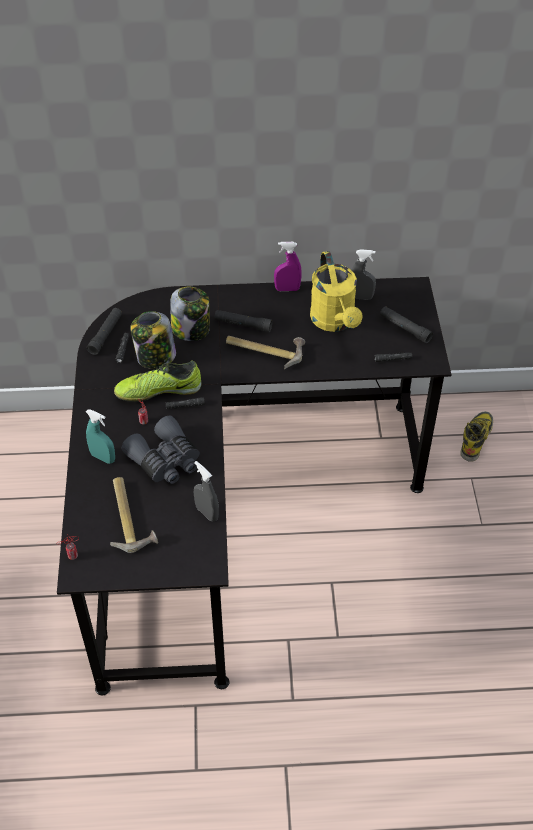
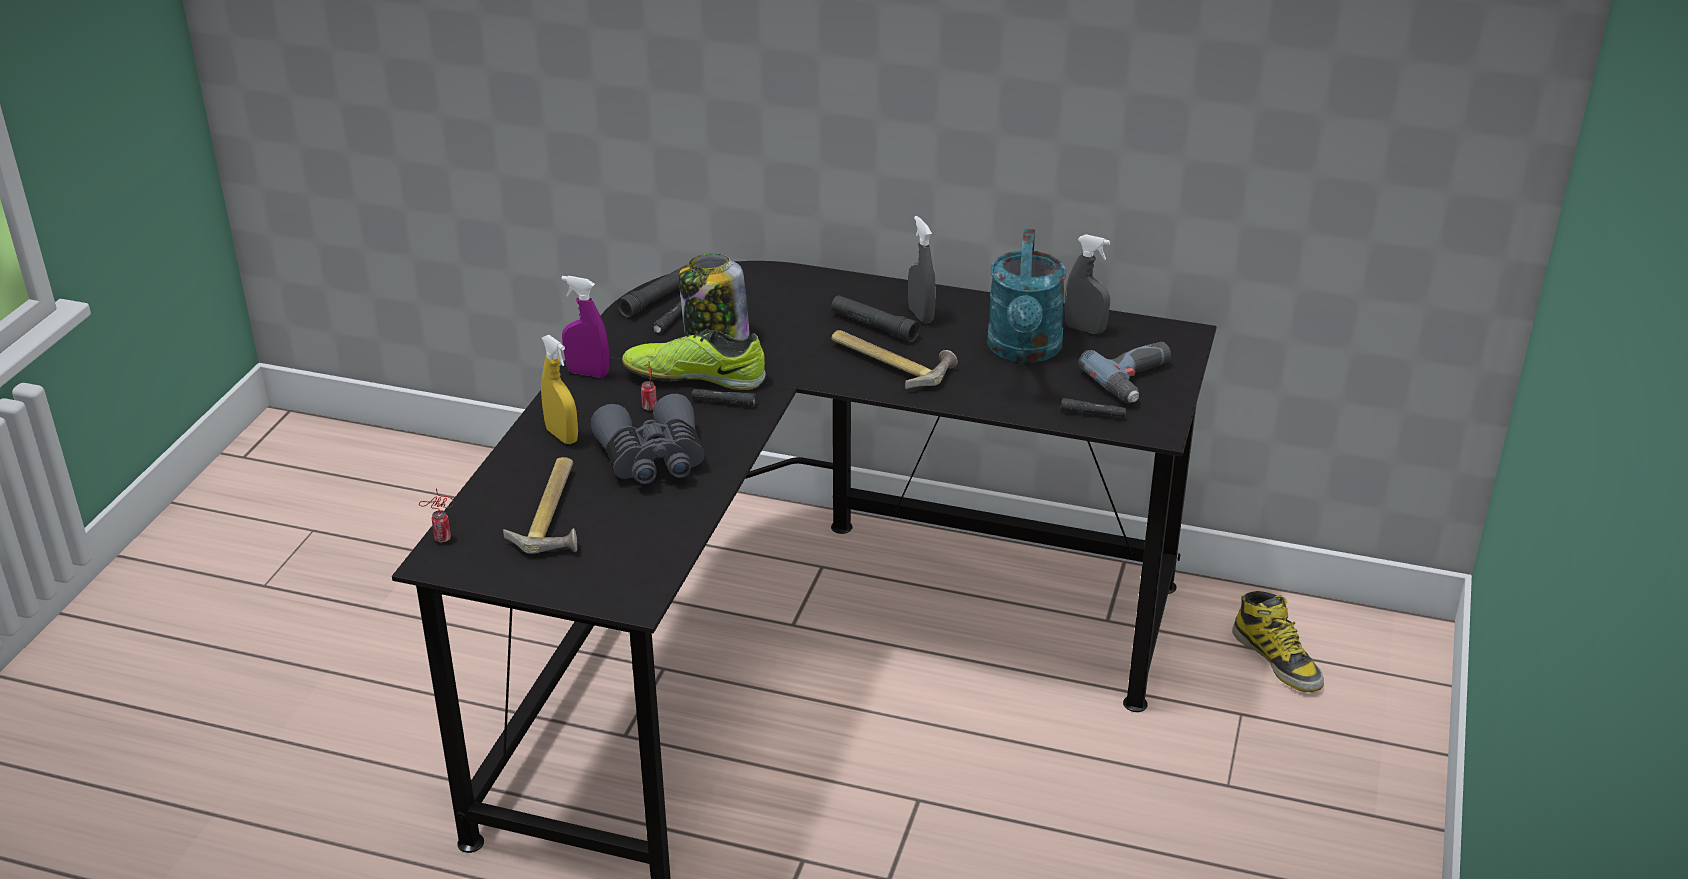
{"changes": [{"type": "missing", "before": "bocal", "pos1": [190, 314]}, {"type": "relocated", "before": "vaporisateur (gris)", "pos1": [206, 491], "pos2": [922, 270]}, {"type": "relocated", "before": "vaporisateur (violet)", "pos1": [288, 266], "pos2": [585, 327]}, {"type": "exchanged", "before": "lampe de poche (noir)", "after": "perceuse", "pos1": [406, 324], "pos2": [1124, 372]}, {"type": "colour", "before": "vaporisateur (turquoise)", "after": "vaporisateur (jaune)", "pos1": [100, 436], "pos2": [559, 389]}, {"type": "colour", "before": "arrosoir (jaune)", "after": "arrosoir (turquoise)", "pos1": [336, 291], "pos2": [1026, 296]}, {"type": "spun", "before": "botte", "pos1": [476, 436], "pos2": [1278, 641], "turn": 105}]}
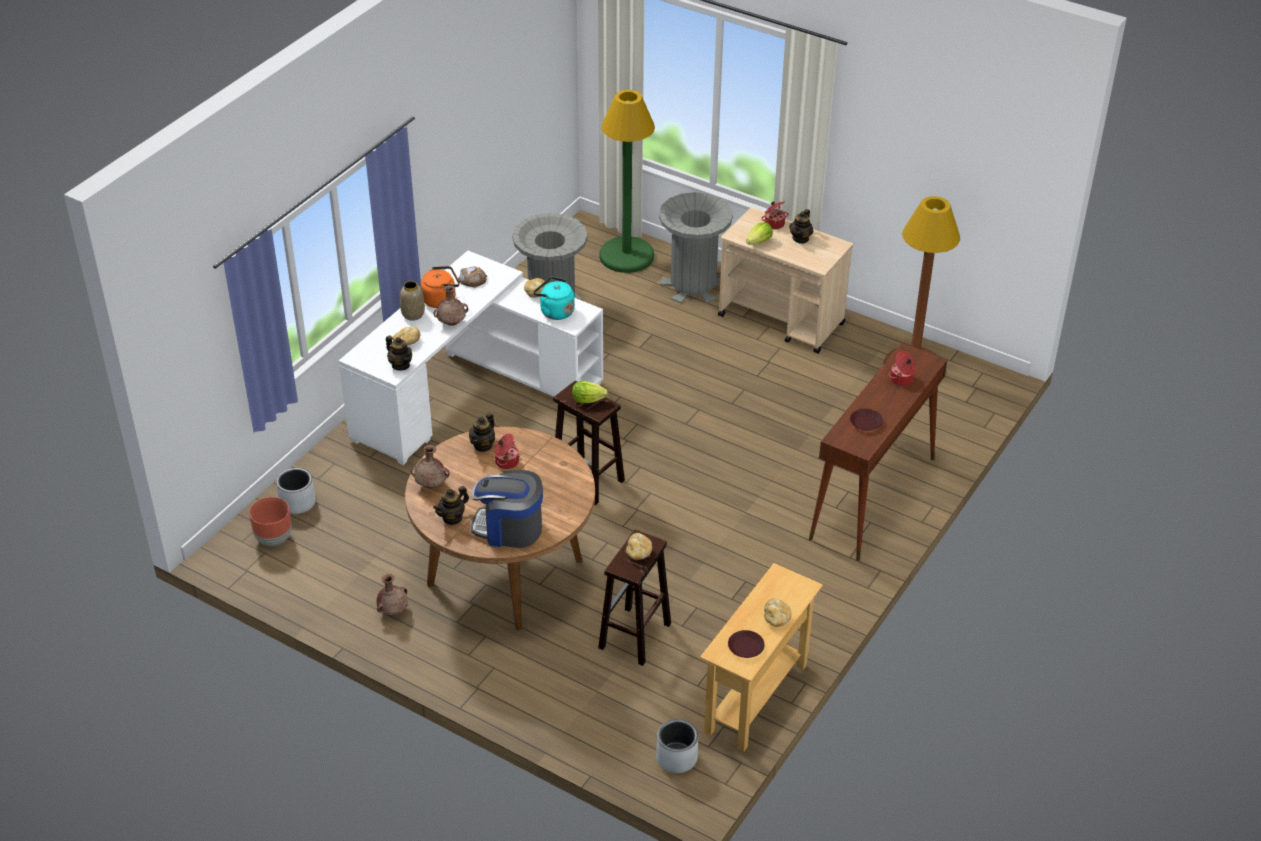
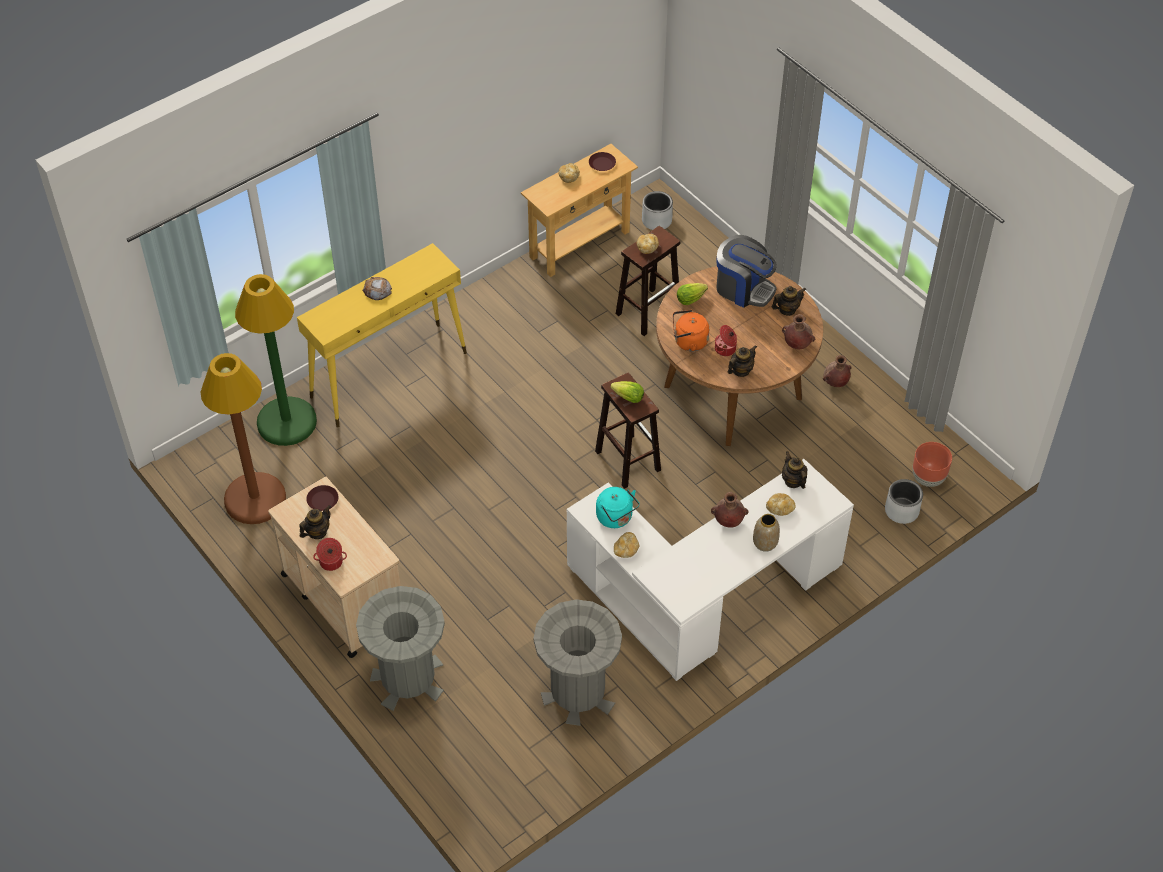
{"changes": [{"type": "missing", "before": "marmite", "pos1": [903, 368]}, {"type": "relocated", "before": "bouilloire (orange)", "pos1": [440, 287], "pos2": [691, 330]}, {"type": "relocated", "before": "pain", "pos1": [472, 277], "pos2": [377, 288]}, {"type": "relocated", "before": "lampadaire (vert)", "pos1": [627, 181], "pos2": [276, 360]}, {"type": "relocated", "before": "laitue", "pos1": [759, 233], "pos2": [692, 294]}, {"type": "relocated", "before": "assiette (marron)", "pos1": [866, 420], "pos2": [322, 498]}, {"type": "colour", "before": "table console (marron)", "after": "table console (jaune)", "pos1": [878, 452], "pos2": [382, 335]}]}
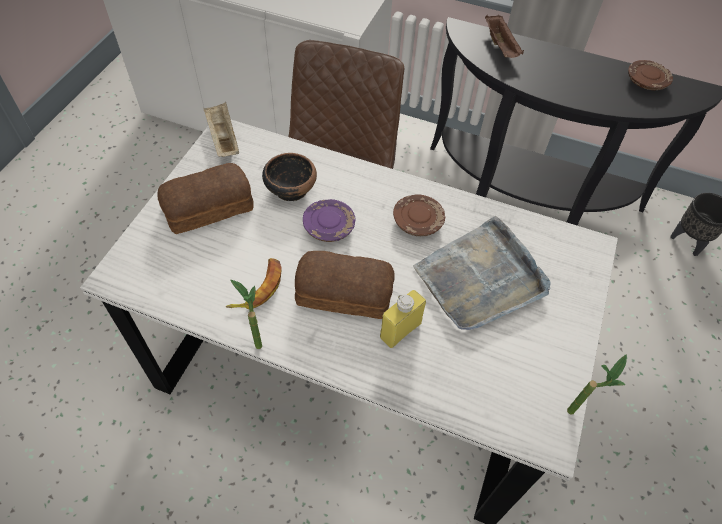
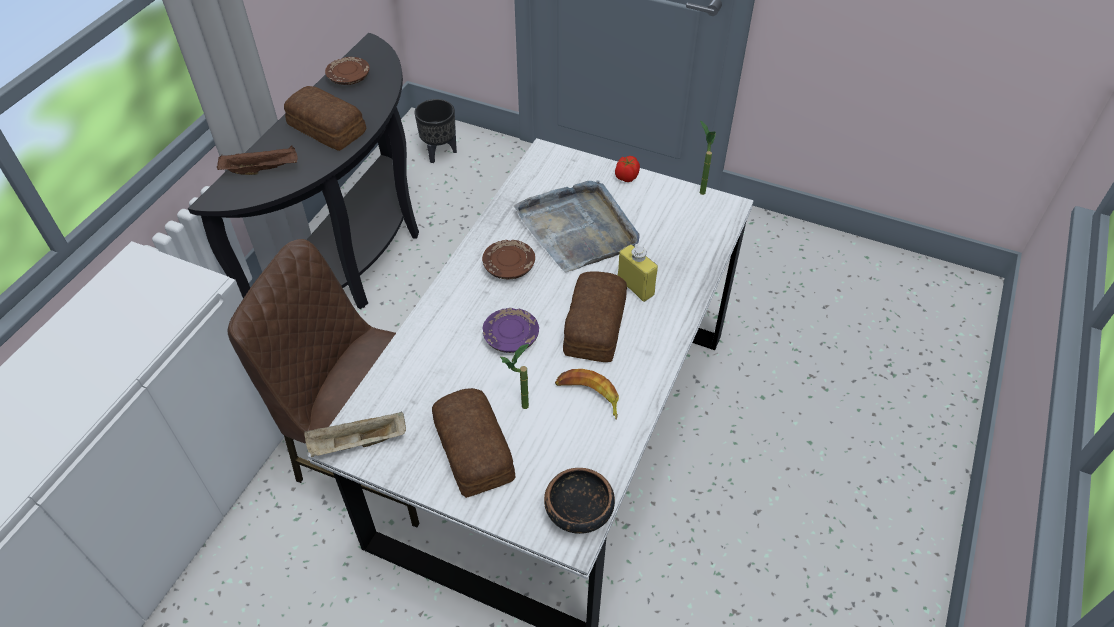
{"changes": [{"type": "appeared", "after": "pain", "pos2": [325, 118]}, {"type": "appeared", "after": "tomate", "pos2": [627, 169]}, {"type": "relocated", "before": "plante en pot", "pos1": [246, 314], "pos2": [514, 376]}, {"type": "relocated", "before": "bol", "pos1": [289, 177], "pos2": [579, 501]}]}
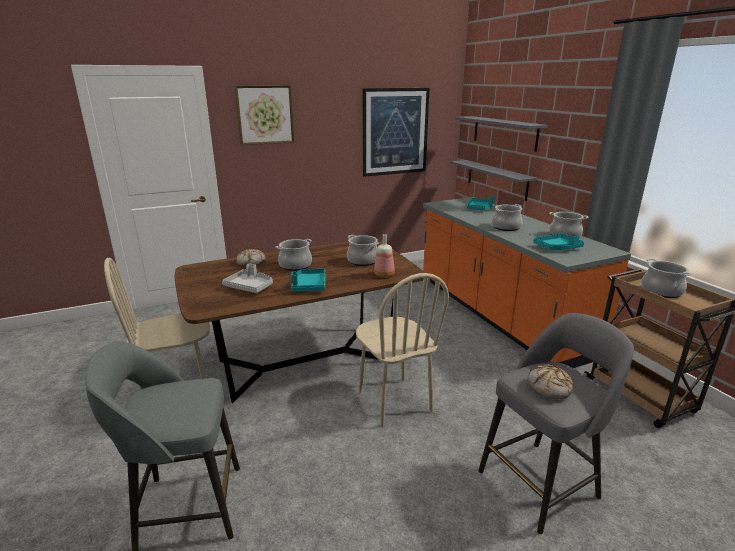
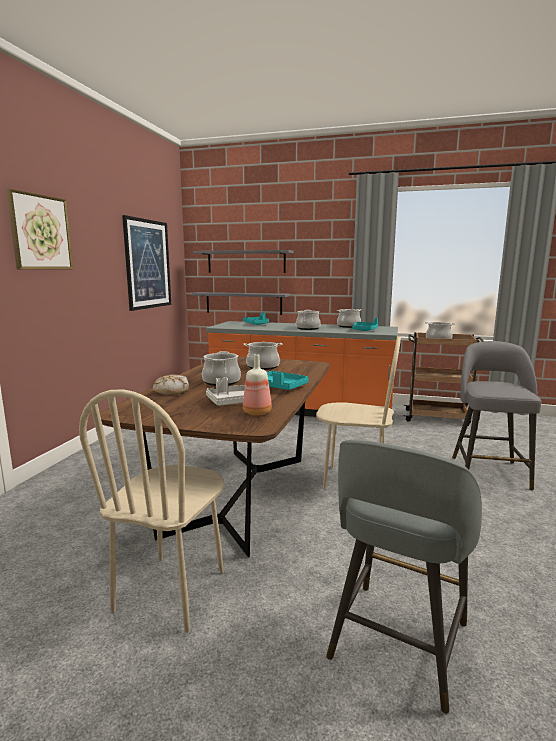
{"changes": [{"type": "missing", "before": "pain", "pos1": [550, 382]}, {"type": "relocated", "before": "bouteille", "pos1": [384, 256], "pos2": [257, 384]}]}
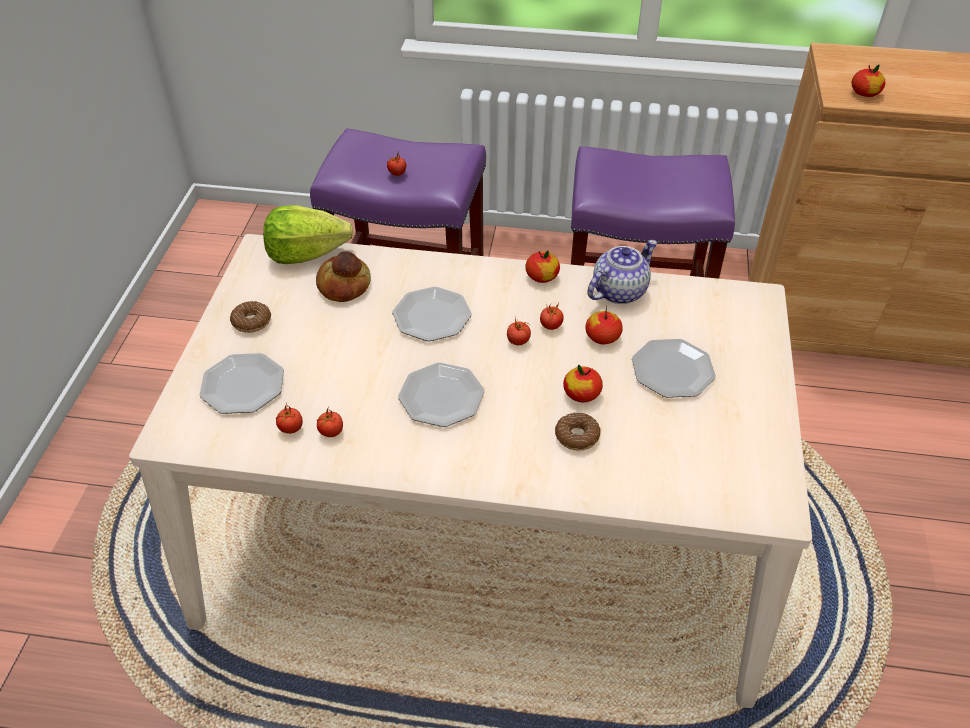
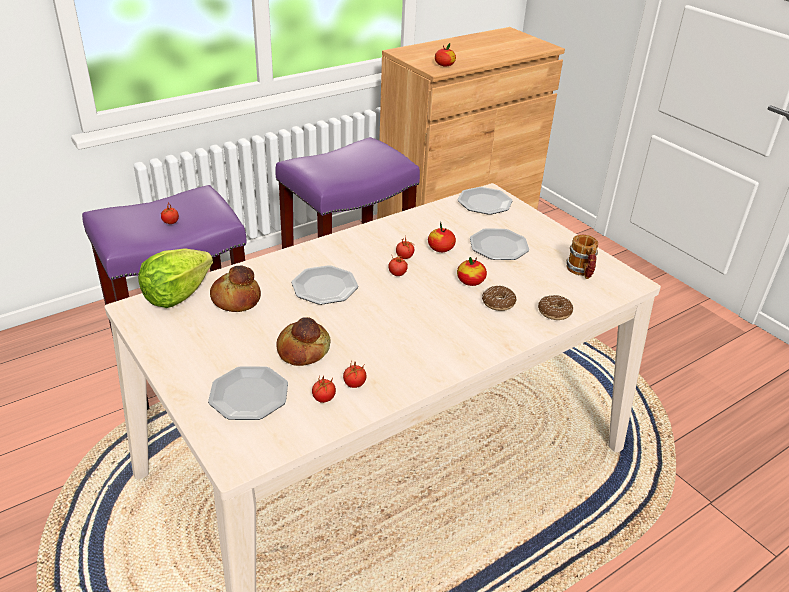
{"changes": [{"type": "missing", "before": "pomme", "pos1": [542, 267]}, {"type": "missing", "before": "théière", "pos1": [622, 272]}, {"type": "appeared", "after": "pain", "pos2": [303, 341]}, {"type": "appeared", "after": "mug", "pos2": [582, 257]}, {"type": "relocated", "before": "beignet", "pos1": [250, 317], "pos2": [555, 307]}, {"type": "relocated", "before": "assiette", "pos1": [441, 395], "pos2": [485, 201]}]}
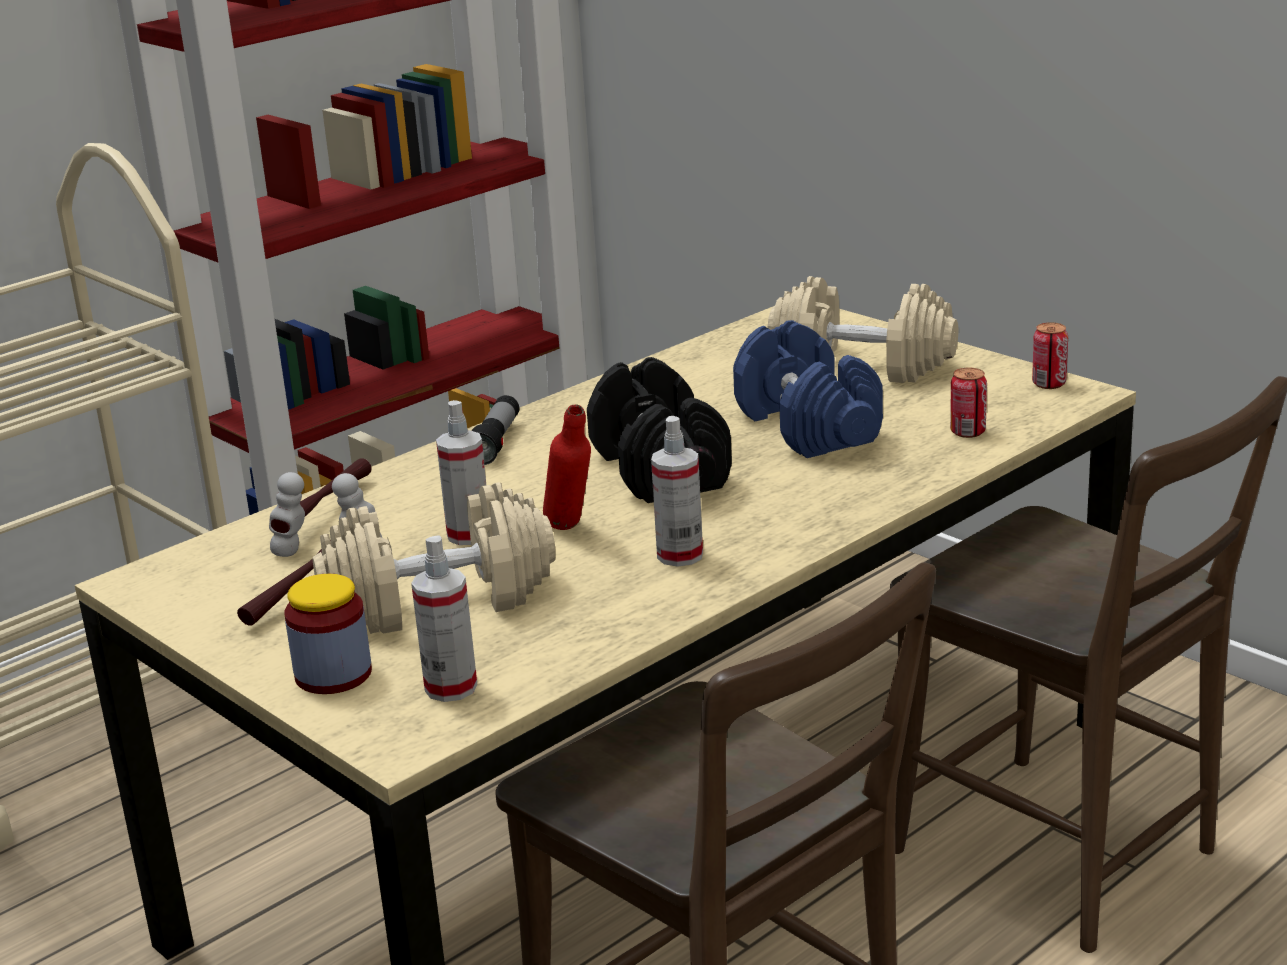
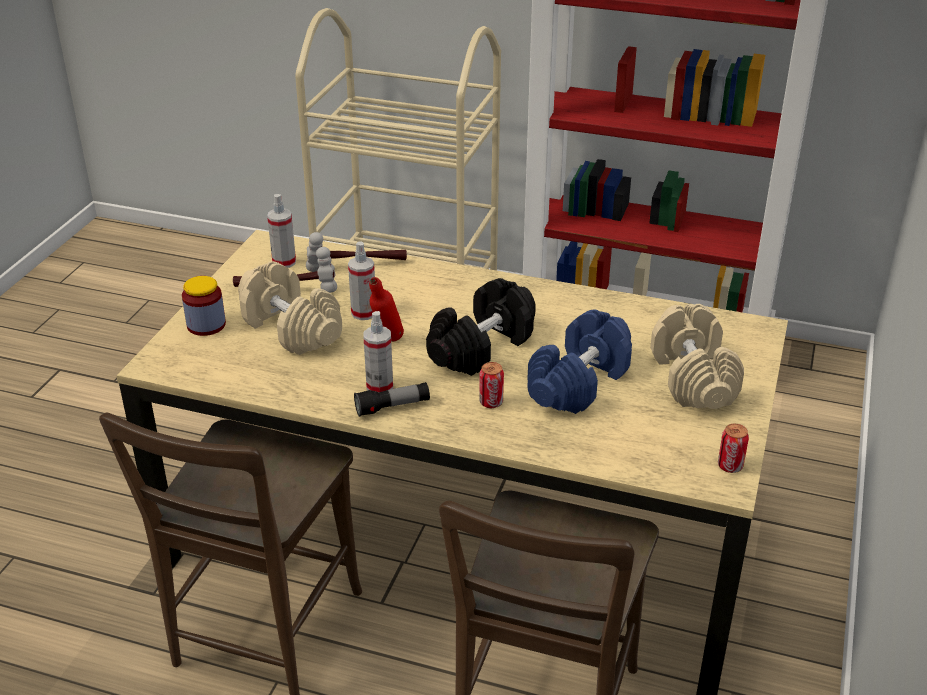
{"changes": [{"type": "relocated", "before": "vaporisateur", "pos1": [444, 618], "pos2": [281, 231]}, {"type": "relocated", "before": "lampe de poche", "pos1": [495, 430], "pos2": [392, 399]}, {"type": "relocated", "before": "boîte métallique", "pos1": [968, 402], "pos2": [491, 385]}]}
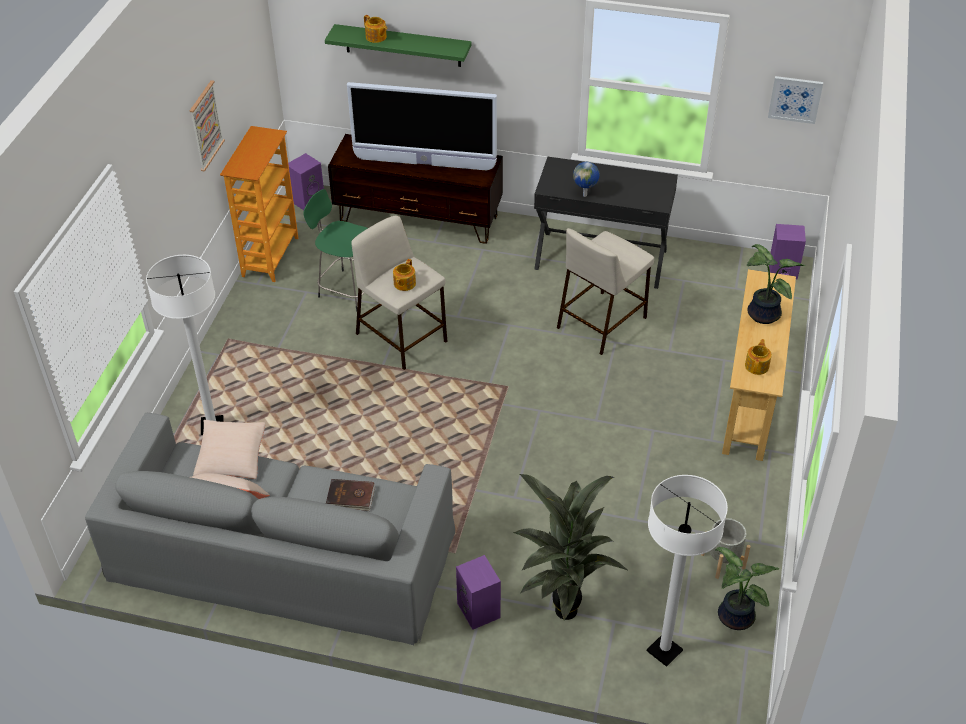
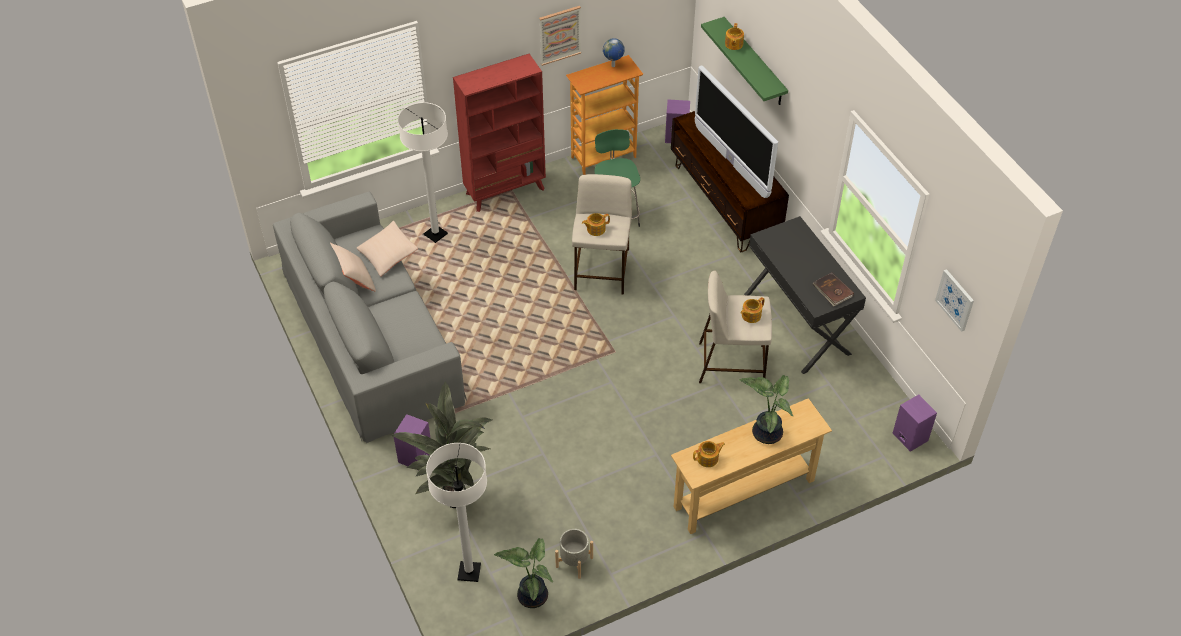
{"changes": [{"type": "appeared", "after": "bibliothèque (rouge)", "pos2": [499, 133]}, {"type": "appeared", "after": "théière", "pos2": [753, 310]}, {"type": "relocated", "before": "livre (marron)", "pos1": [350, 495], "pos2": [833, 289]}, {"type": "relocated", "before": "globe", "pos1": [586, 179], "pos2": [614, 52]}]}
